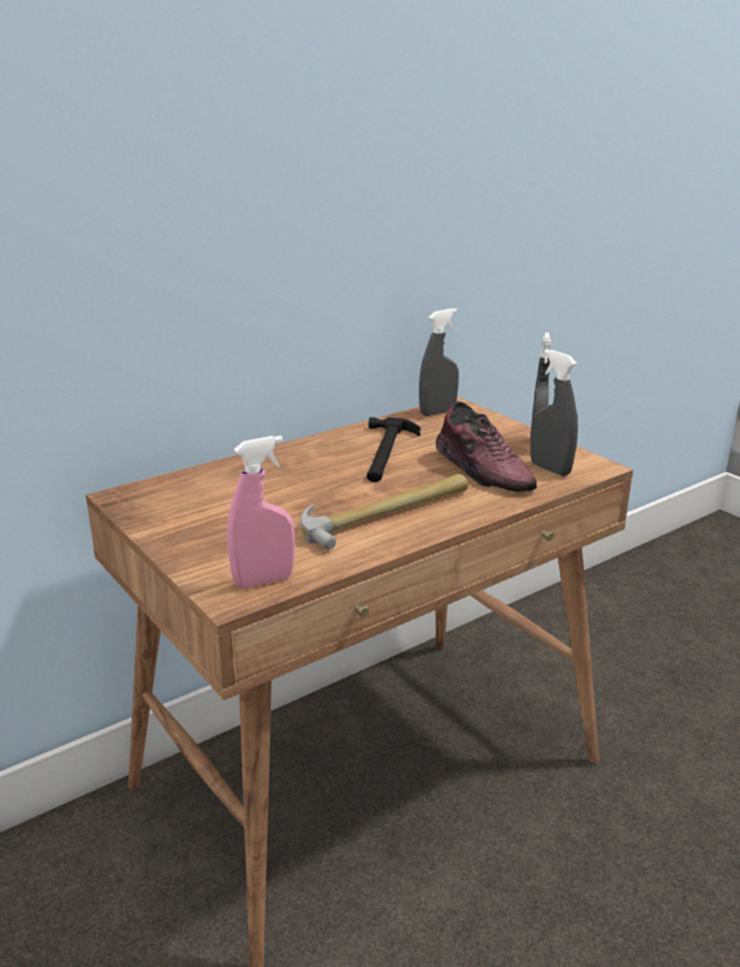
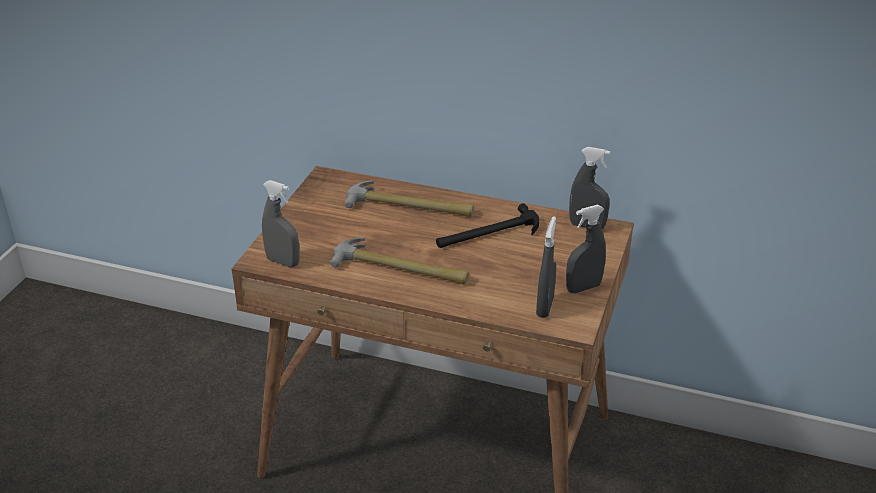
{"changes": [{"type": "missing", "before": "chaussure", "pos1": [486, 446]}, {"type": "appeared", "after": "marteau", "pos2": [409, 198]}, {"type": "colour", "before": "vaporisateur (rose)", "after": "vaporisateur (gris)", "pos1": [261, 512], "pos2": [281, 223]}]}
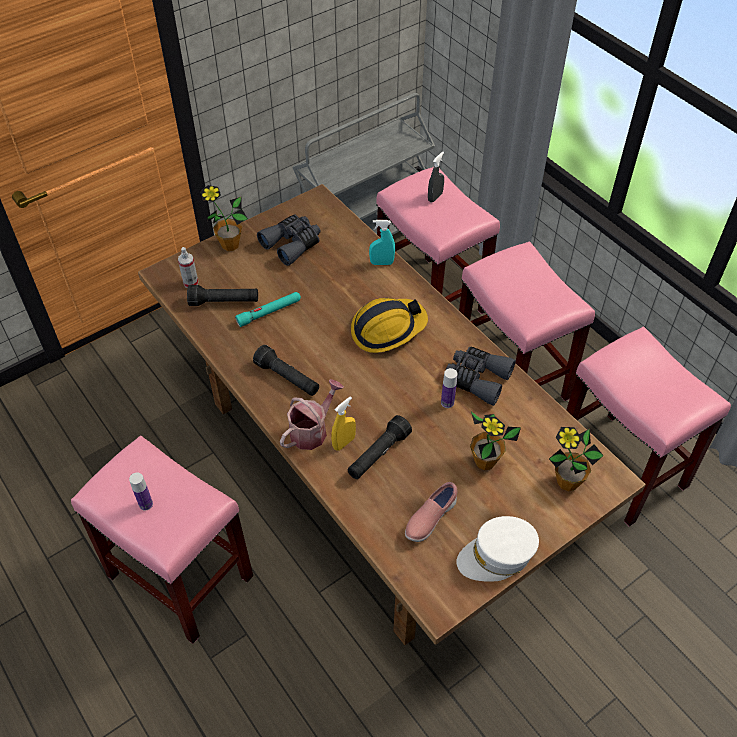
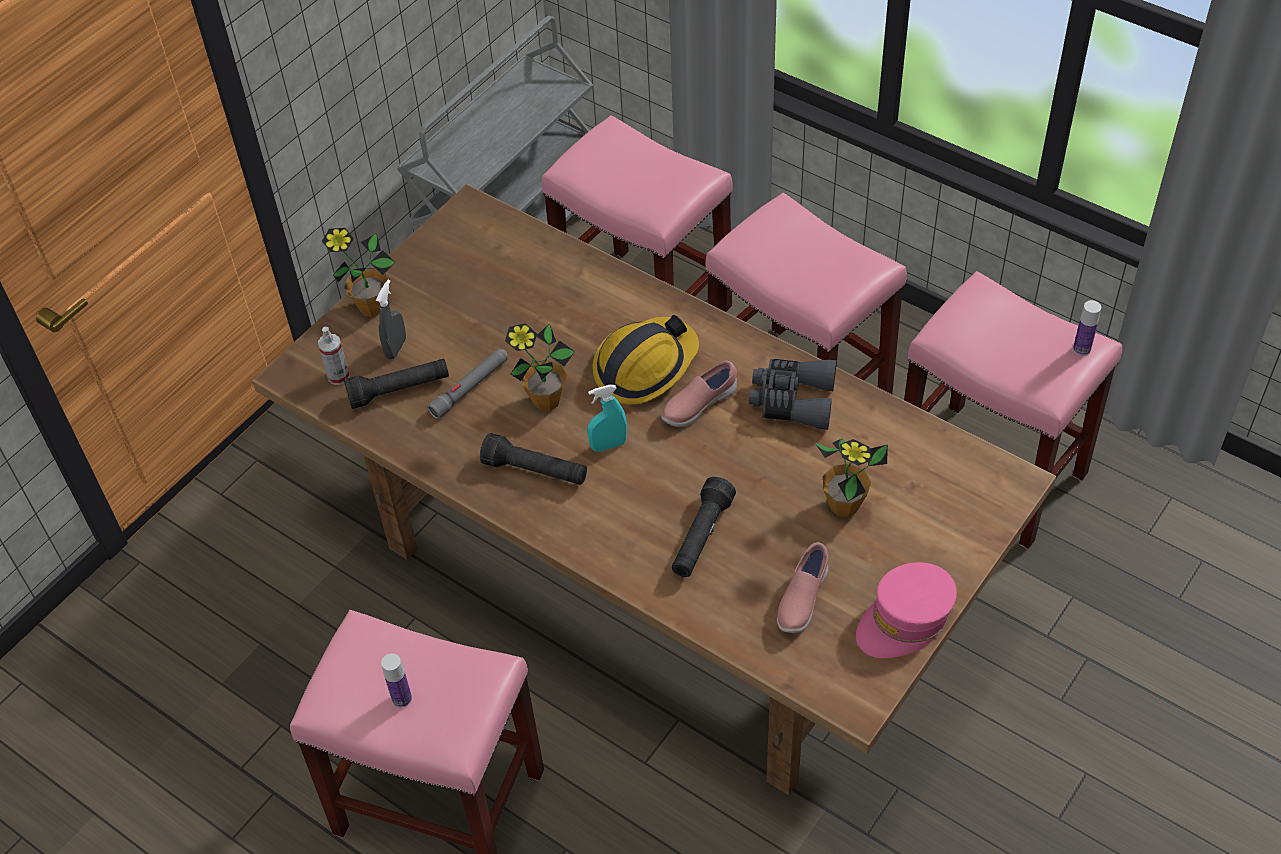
{"changes": [{"type": "missing", "before": "jumelles (gris)", "pos1": [289, 240]}, {"type": "missing", "before": "arrosoir", "pos1": [312, 414]}, {"type": "missing", "before": "vaporisateur (jaune)", "pos1": [343, 423]}, {"type": "appeared", "after": "chaussure (rose)", "pos2": [699, 394]}, {"type": "relocated", "before": "vaporisateur (turquoise)", "pos1": [382, 242], "pos2": [607, 418]}, {"type": "relocated", "before": "vaporisateur (gris)", "pos1": [436, 177], "pos2": [391, 320]}, {"type": "relocated", "before": "bouteille", "pos1": [449, 388], "pos2": [1087, 328]}, {"type": "relocated", "before": "plante en pot", "pos1": [576, 459], "pos2": [540, 367]}, {"type": "colour", "before": "lampe de poche (turquoise)", "after": "lampe de poche (gris)", "pos1": [268, 309], "pos2": [467, 384]}, {"type": "colour", "before": "casquette (blanc)", "after": "casquette (rose)", "pos1": [497, 549], "pos2": [906, 610]}]}
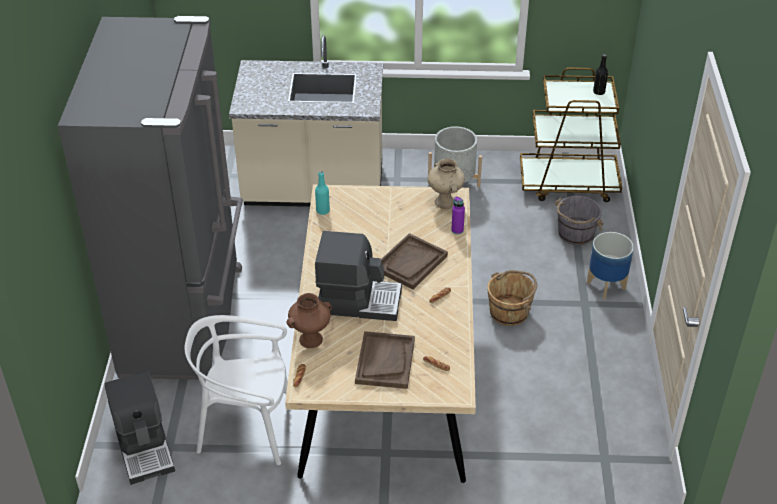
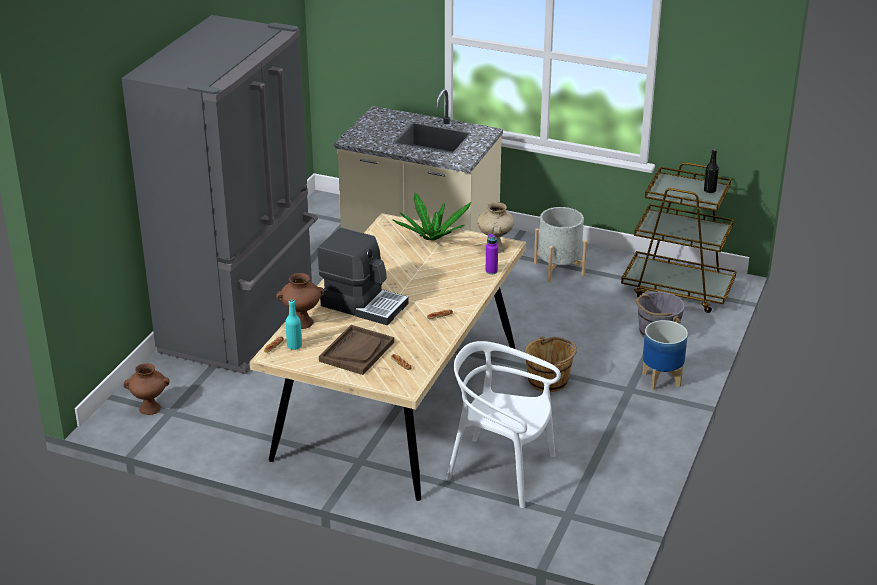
{"changes": [{"type": "missing", "before": "plateau (marron)", "pos1": [414, 261]}, {"type": "appeared", "after": "plante en pot", "pos2": [431, 216]}, {"type": "relocated", "before": "chaise (blanc)", "pos1": [236, 390], "pos2": [503, 424]}, {"type": "relocated", "before": "bouteille (turquoise)", "pos1": [322, 193], "pos2": [293, 324]}, {"type": "exchanged", "before": "machine à café", "after": "vase (marron)", "pos1": [139, 428], "pos2": [147, 389]}]}
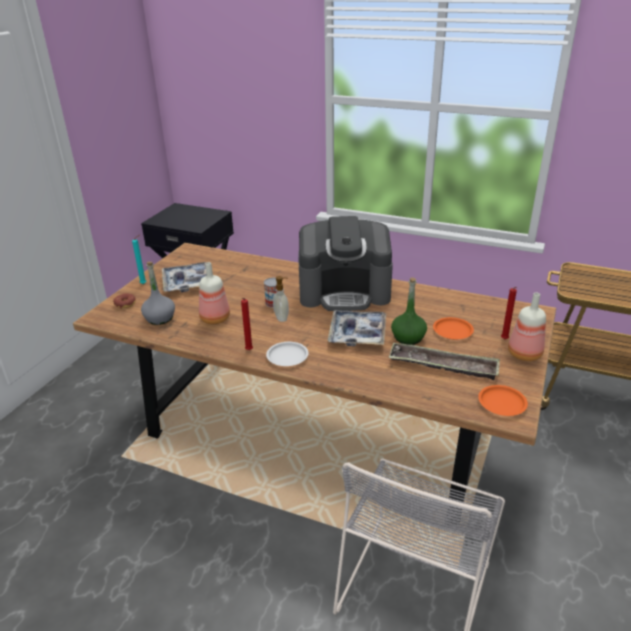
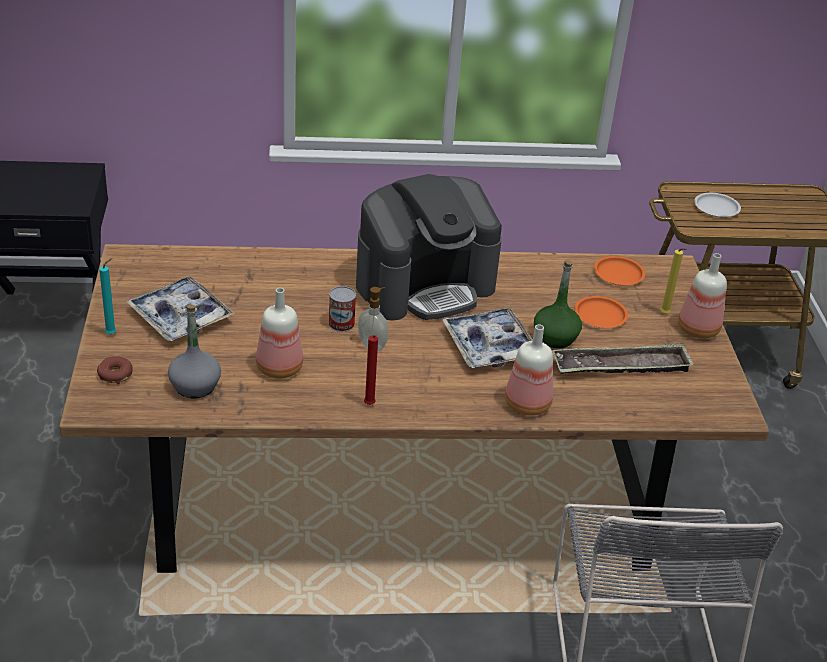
{"changes": [{"type": "appeared", "after": "bouteille", "pos2": [529, 370]}, {"type": "relocated", "before": "assiette (blanc)", "pos1": [287, 354], "pos2": [717, 205]}, {"type": "relocated", "before": "assiette (orange)", "pos1": [503, 400], "pos2": [619, 270]}, {"type": "colour", "before": "bougie (rouge)", "after": "bougie (jaune)", "pos1": [509, 313], "pos2": [673, 281]}]}
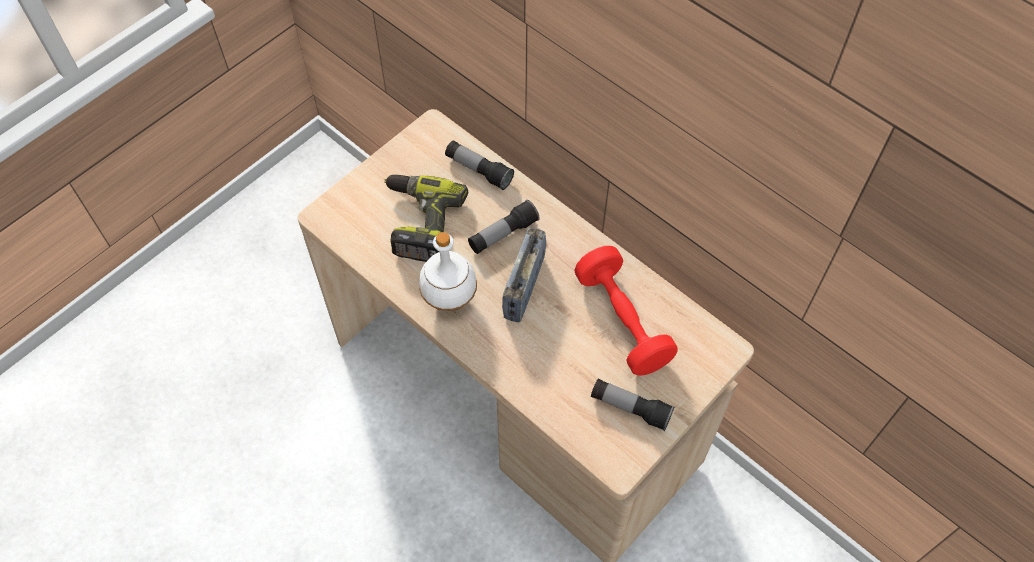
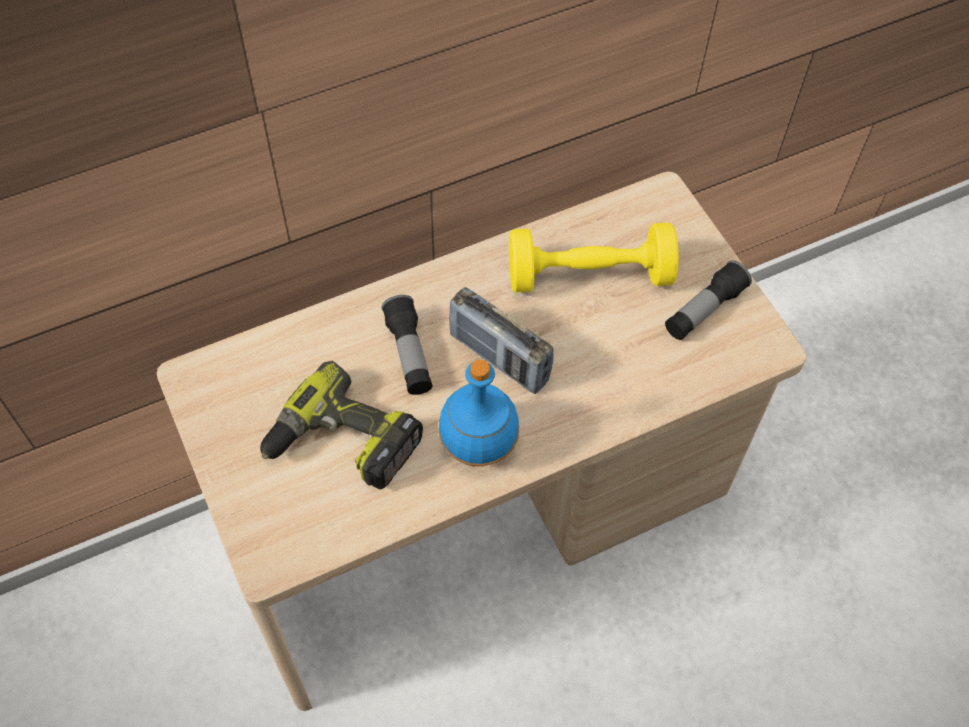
{"changes": [{"type": "missing", "before": "lampe de poche", "pos1": [479, 165]}, {"type": "colour", "before": "bouteille (blanc)", "after": "bouteille (bleu)", "pos1": [448, 271], "pos2": [478, 413]}, {"type": "colour", "before": "haltère (rouge)", "after": "haltère (jaune)", "pos1": [626, 311], "pos2": [594, 257]}]}
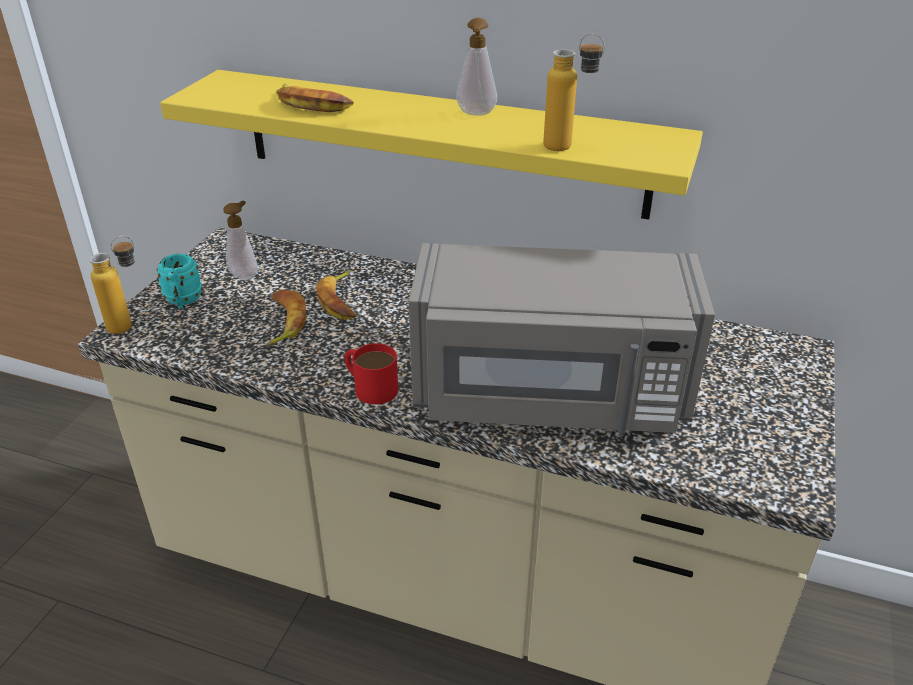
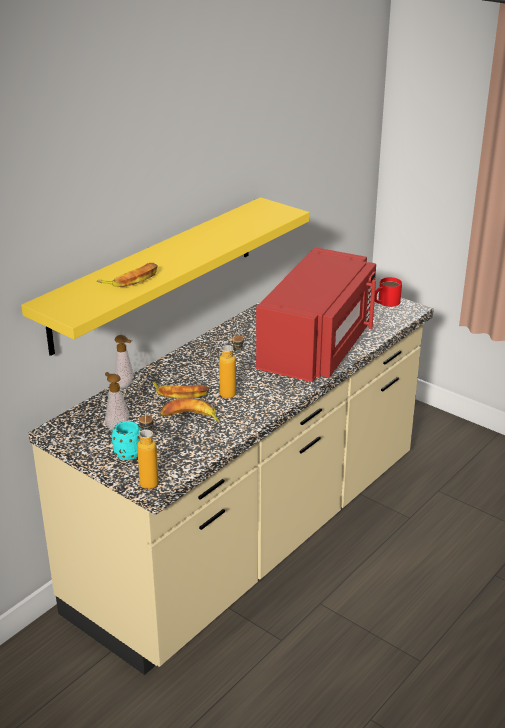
{"changes": [{"type": "relocated", "before": "mug (rouge)", "pos1": [371, 373], "pos2": [388, 292]}, {"type": "relocated", "before": "distributeur de savon", "pos1": [476, 67], "pos2": [124, 362]}, {"type": "relocated", "before": "bouteille", "pos1": [574, 92], "pos2": [231, 365]}, {"type": "colour", "before": "micro-ondes (gris)", "after": "micro-ondes (rouge)", "pos1": [562, 338], "pos2": [316, 314]}]}
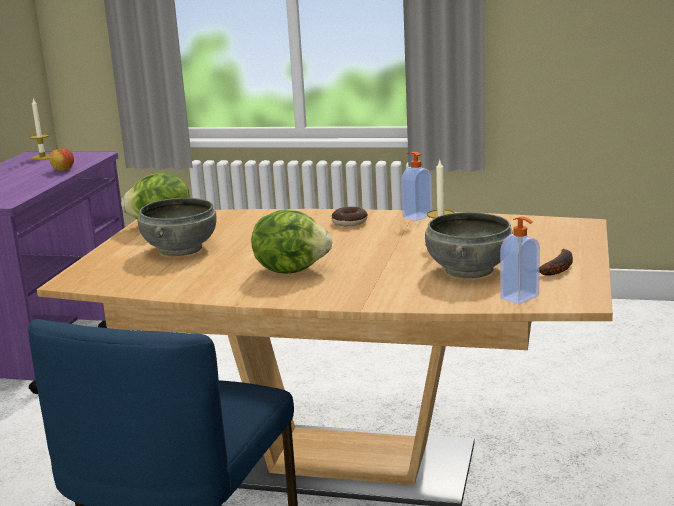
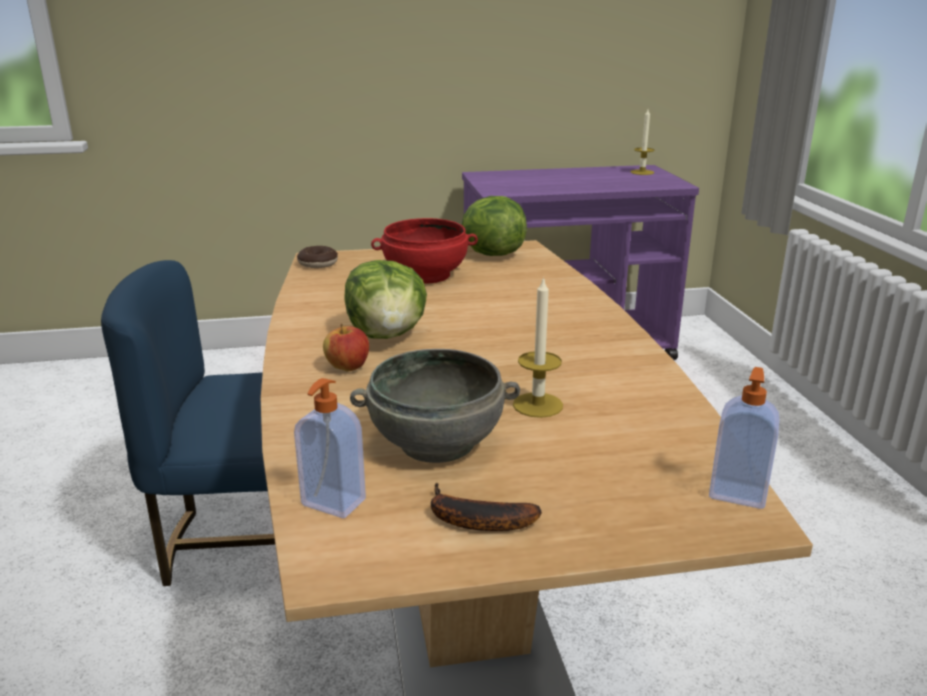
{"changes": [{"type": "relocated", "before": "pomme", "pos1": [61, 159], "pos2": [346, 347]}, {"type": "relocated", "before": "beignet", "pos1": [350, 216], "pos2": [317, 257]}, {"type": "relocated", "before": "distributeur de savon", "pos1": [416, 186], "pos2": [744, 438]}, {"type": "colour", "before": "bol (gris)", "after": "bol (rouge)", "pos1": [177, 227], "pos2": [424, 251]}]}
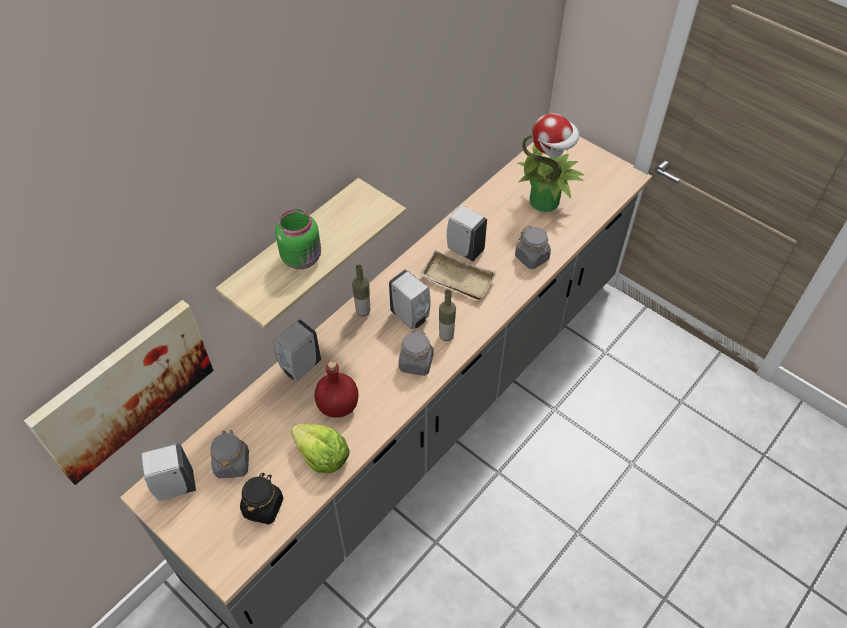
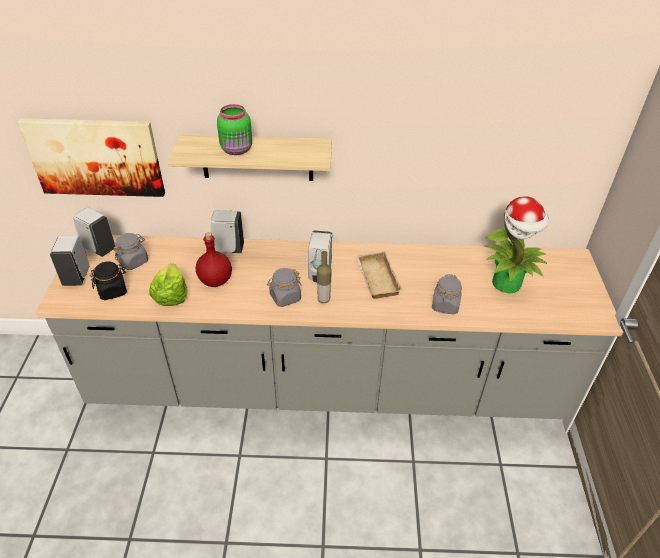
{"changes": [{"type": "missing", "before": "bouteille", "pos1": [361, 291]}, {"type": "relocated", "before": "distributeur de savon (blanc)", "pos1": [467, 233], "pos2": [69, 260]}]}
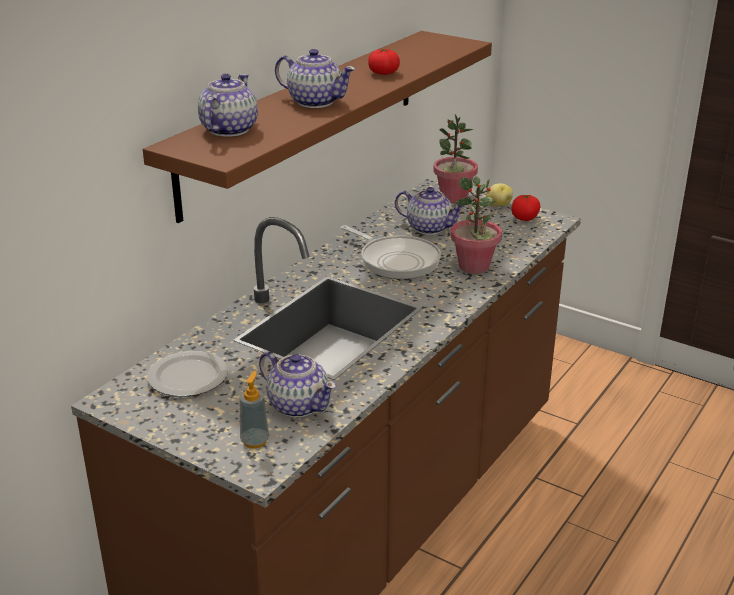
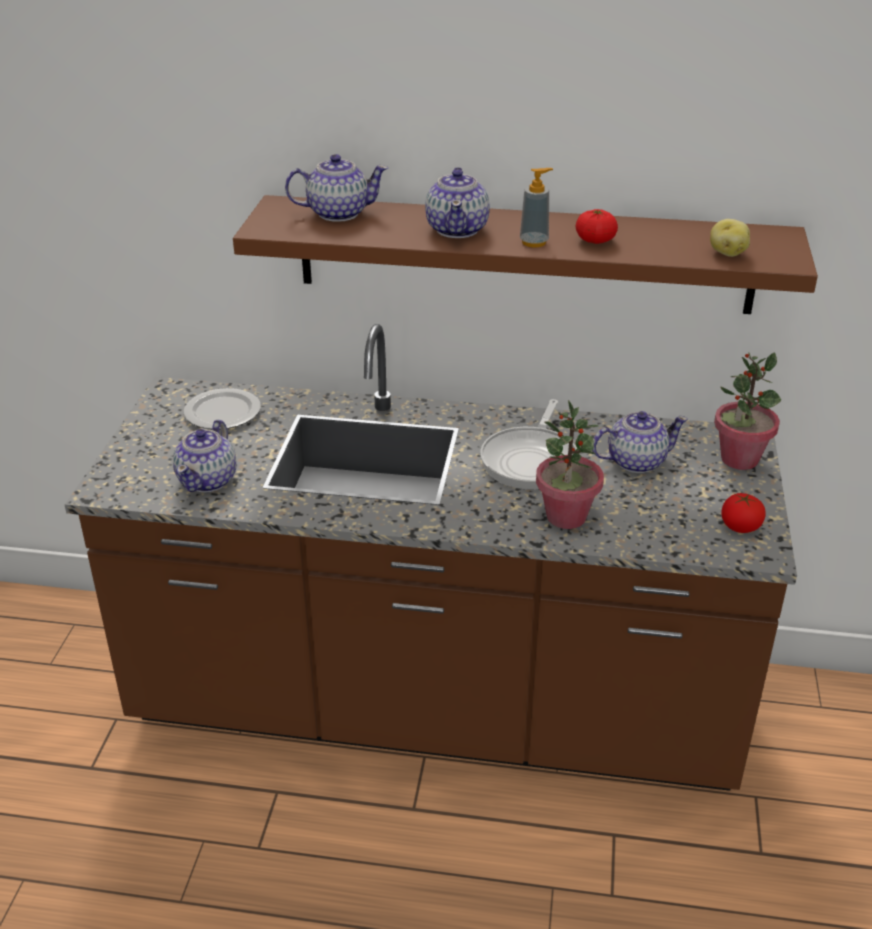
{"changes": [{"type": "relocated", "before": "distributeur de savon", "pos1": [254, 409], "pos2": [536, 207]}, {"type": "relocated", "before": "pomme de terre", "pos1": [499, 194], "pos2": [730, 238]}, {"type": "spun", "before": "théière", "pos1": [430, 211], "pos2": [640, 442], "turn": -105}]}
